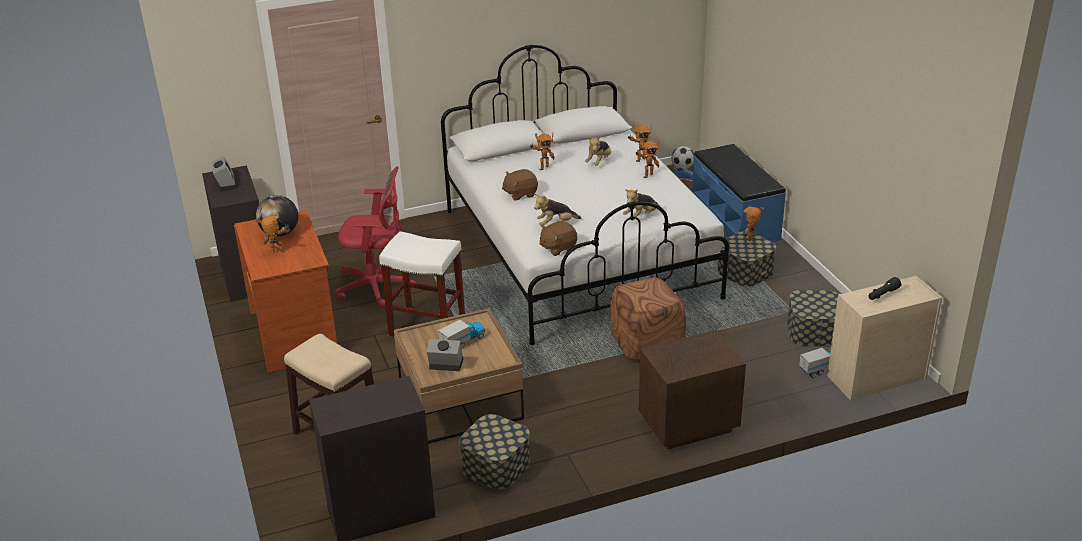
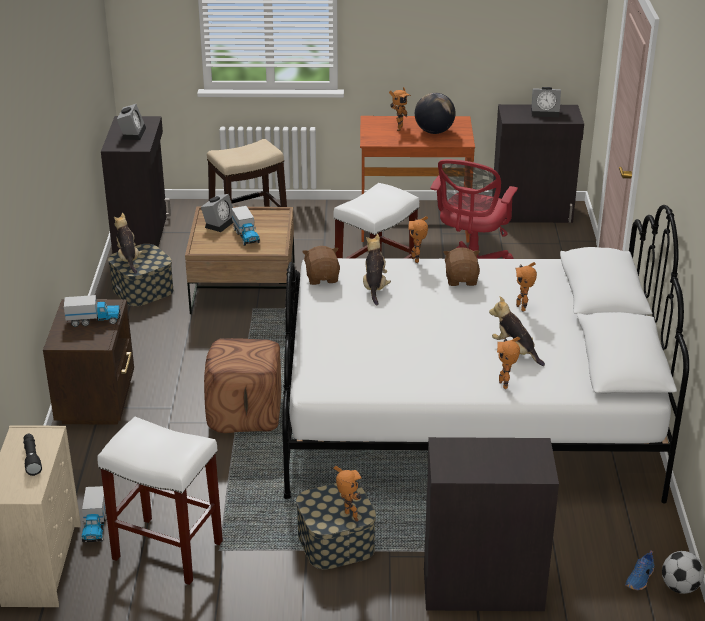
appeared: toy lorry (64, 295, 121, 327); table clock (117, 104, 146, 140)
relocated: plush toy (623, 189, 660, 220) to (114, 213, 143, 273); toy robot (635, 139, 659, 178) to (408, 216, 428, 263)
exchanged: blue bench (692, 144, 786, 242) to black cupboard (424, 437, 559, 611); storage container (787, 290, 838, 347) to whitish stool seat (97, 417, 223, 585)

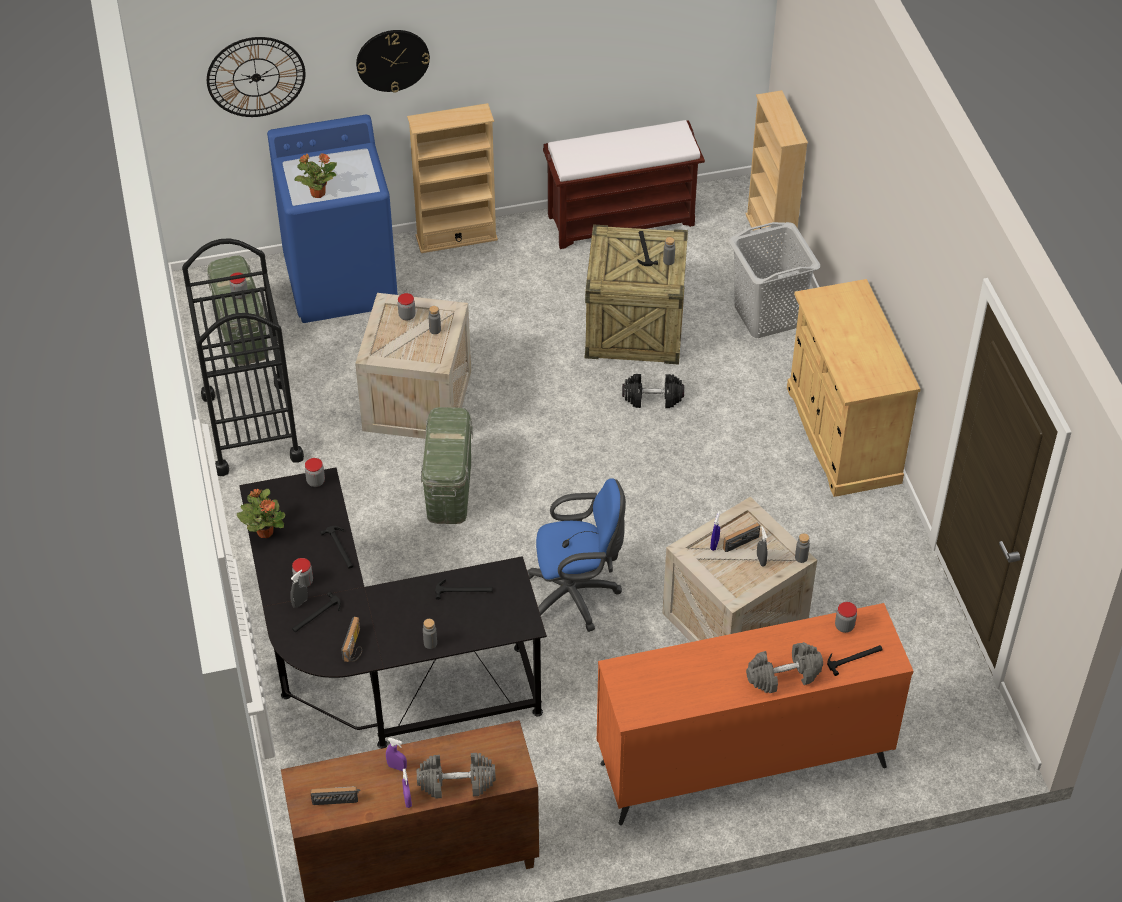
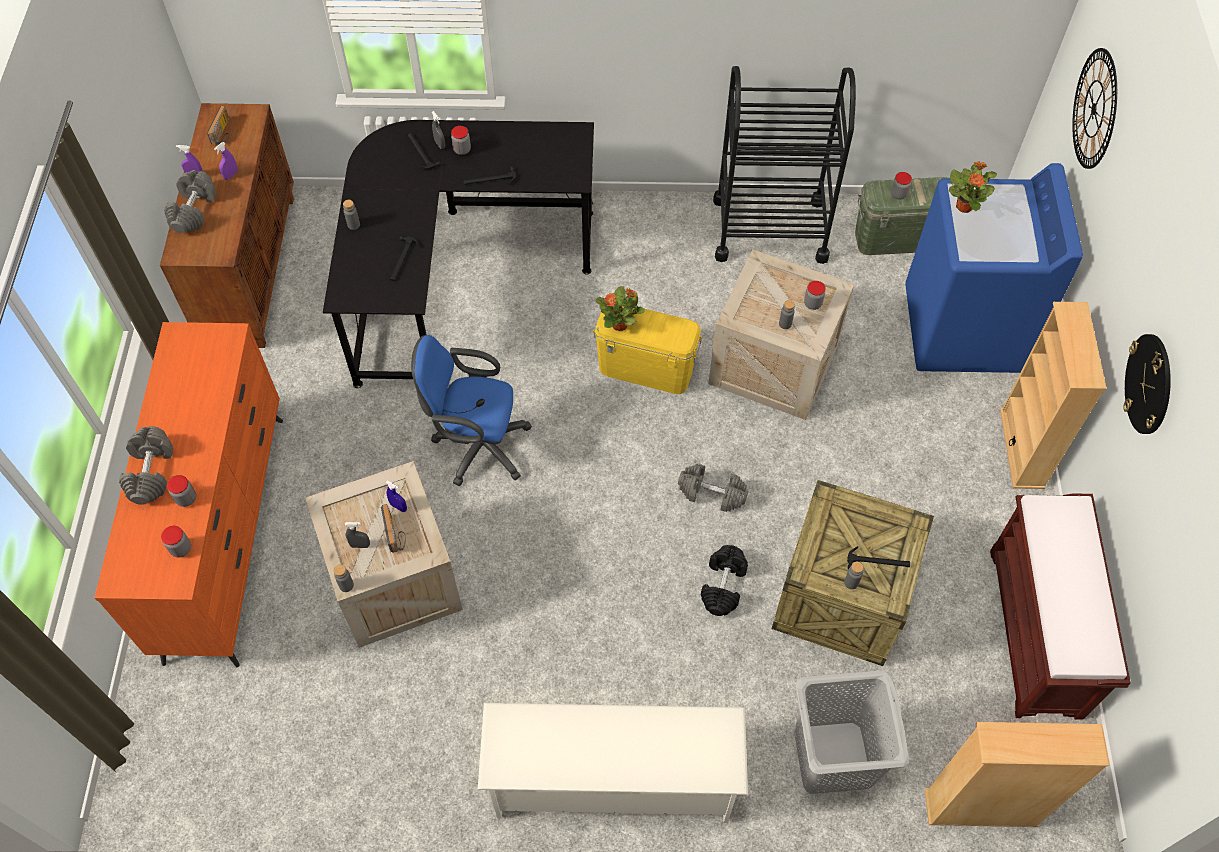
missing: radio (341, 617, 362, 662); tool hammer (827, 645, 883, 676)
appeared: gray free weight (678, 464, 748, 512)
relocated: houseplant (237, 489, 285, 538) to (595, 286, 645, 331); storage jar (305, 458, 325, 487) to (167, 475, 196, 507); wall clock (356, 30, 430, 93) to (1123, 334, 1171, 434)
exchanged: sand-coloured cupboard (787, 279, 921, 497) to whitish shoe shelf (478, 703, 748, 823)
colour: green storage container (421, 407, 473, 524) to yellow storage container (593, 306, 703, 394)
spun: blue desk chair (527, 478, 626, 632) = (411, 335, 532, 486) 90 degrees clockwise

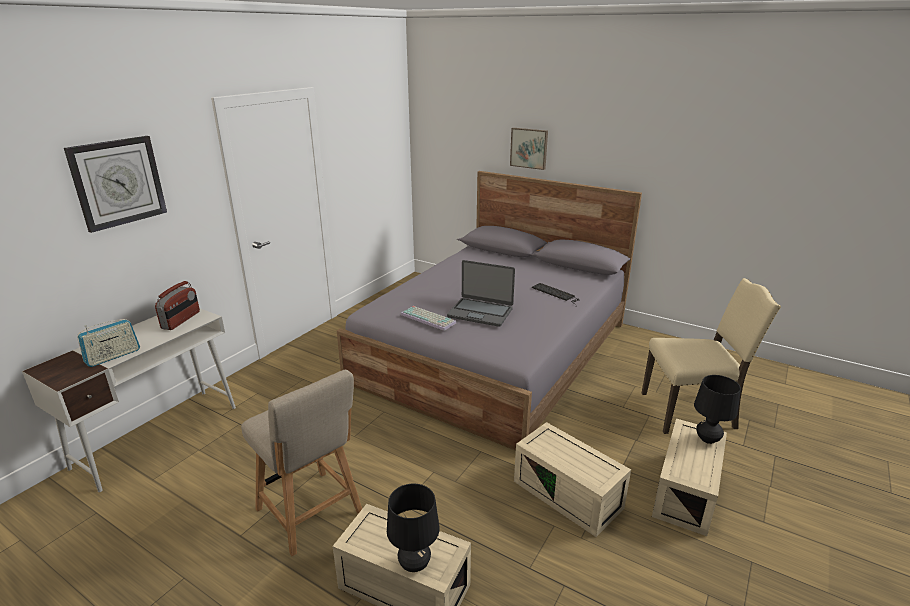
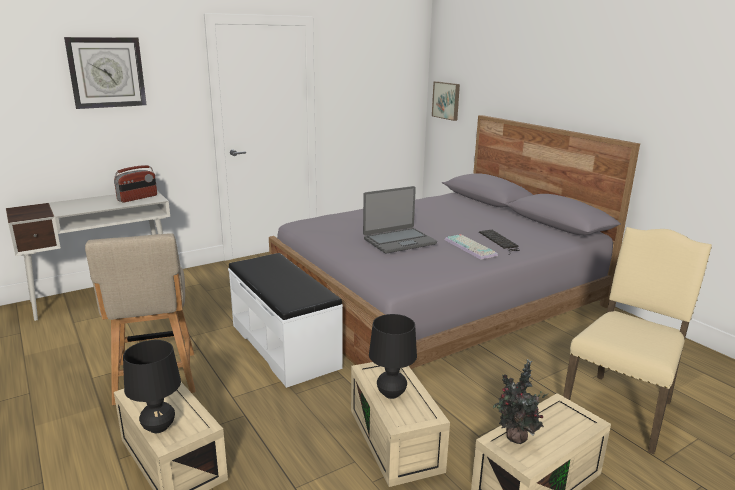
missing: radio (77, 319, 140, 367)
appeared: whitish bench (228, 253, 343, 388); houseplant (493, 359, 549, 444)
relocated: keyboard (401, 306, 456, 331) to (445, 234, 498, 259); wall picture (510, 128, 548, 170) to (432, 81, 460, 121); black lamp for a table (694, 375, 741, 444) to (369, 314, 417, 399)
spun: laptop (447, 260, 515, 327) = (363, 186, 437, 253) 75 degrees counterclockwise; sand-coloured chair (642, 278, 781, 434) = (563, 227, 712, 454) 75 degrees counterclockwise

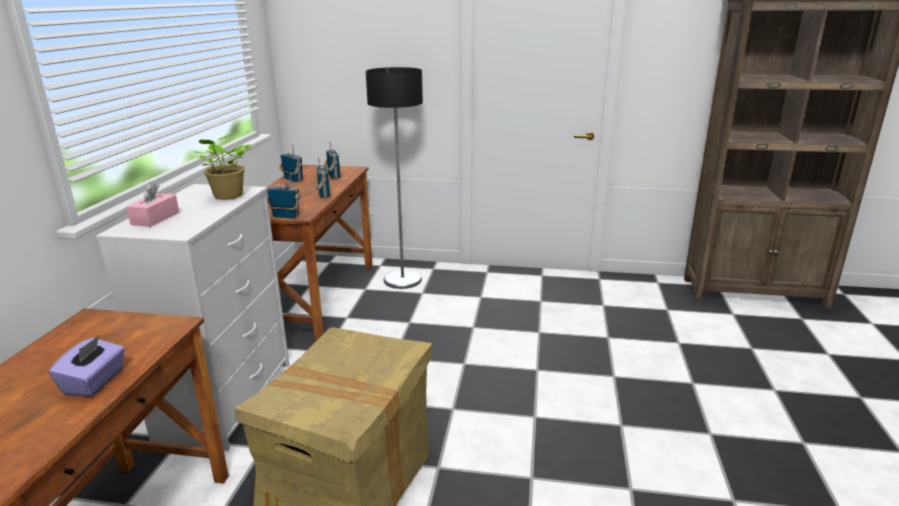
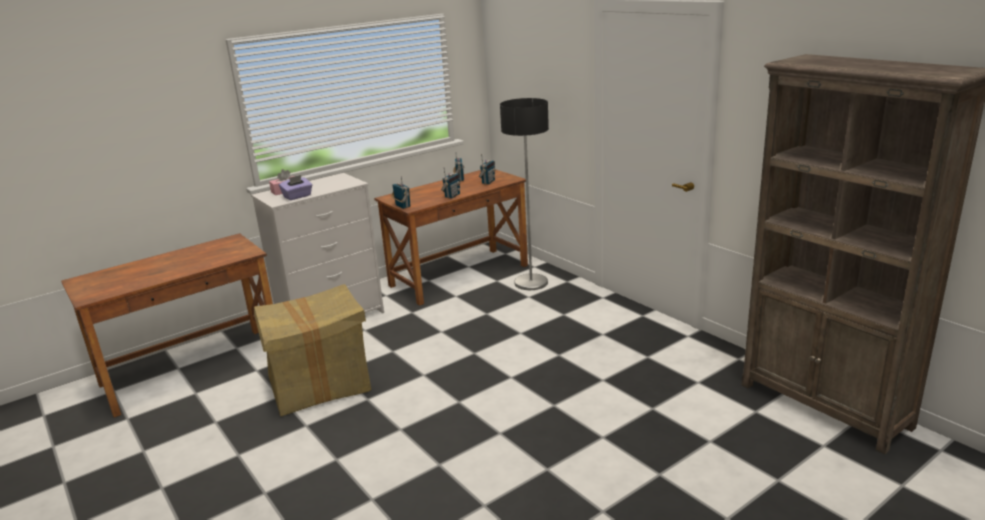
missing: houseplant (192, 135, 251, 200)
relocated: purple-coloured tissue box (49, 336, 125, 397) to (279, 175, 312, 200)

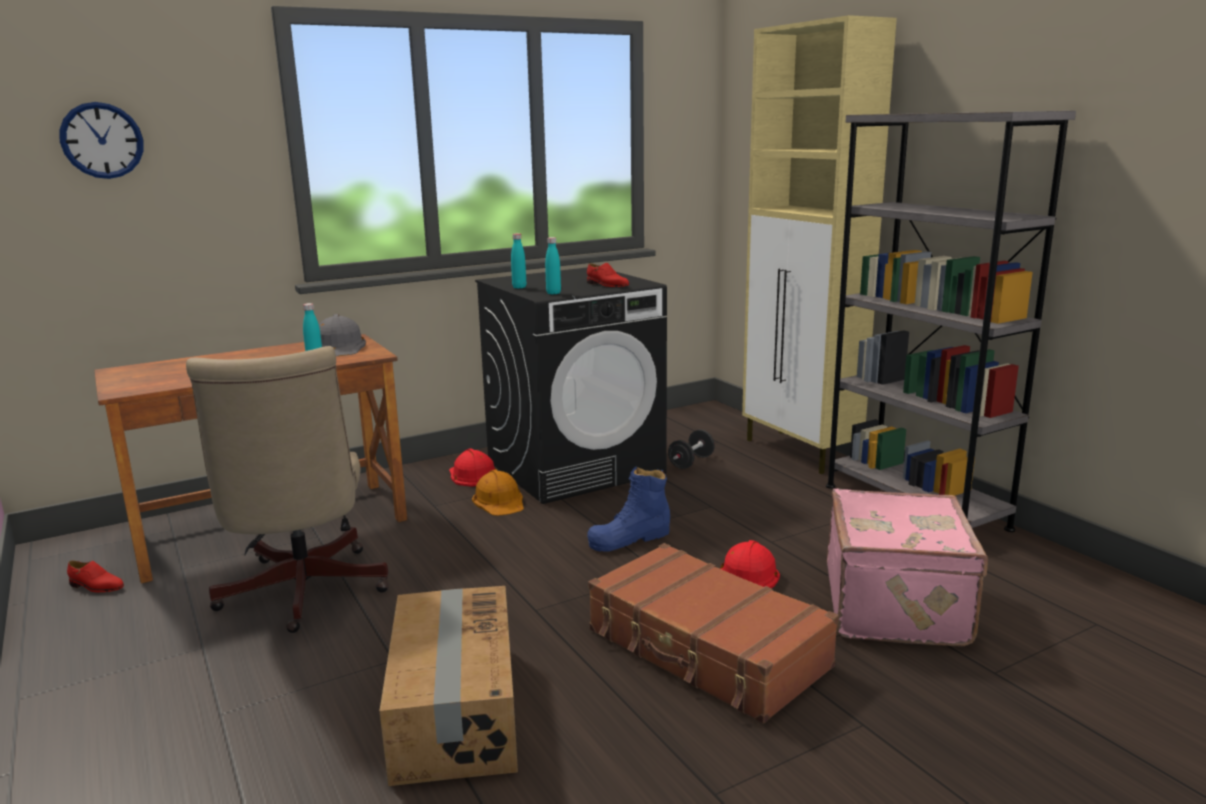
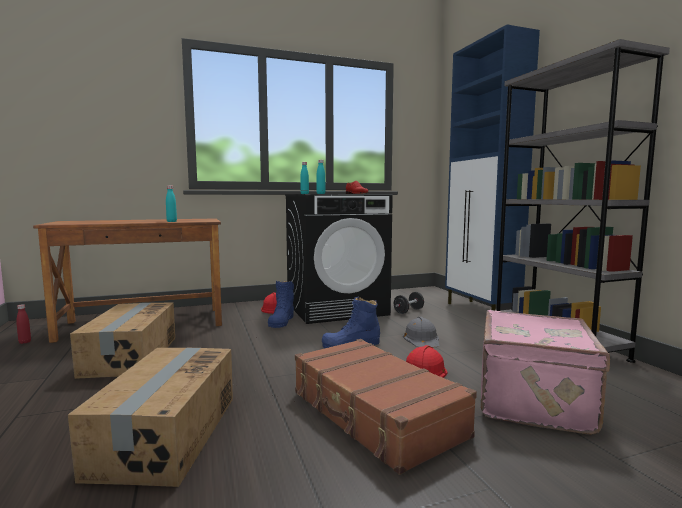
missing: wall clock (59, 102, 143, 179)
relocated: gray safety helmet (319, 314, 366, 356) to (403, 317, 440, 348)
exchanged: reddish shoe (67, 561, 124, 592) to reddish beverage bottle (16, 304, 31, 344); sand-coloured desk chair (186, 346, 389, 633) to cardboard box (70, 303, 175, 379); orange safety helmet (472, 469, 524, 516) to blue high-top boot (268, 281, 294, 328)
colour: sand-coloured cupboard (742, 15, 897, 474) to blue cupboard (445, 25, 540, 310)

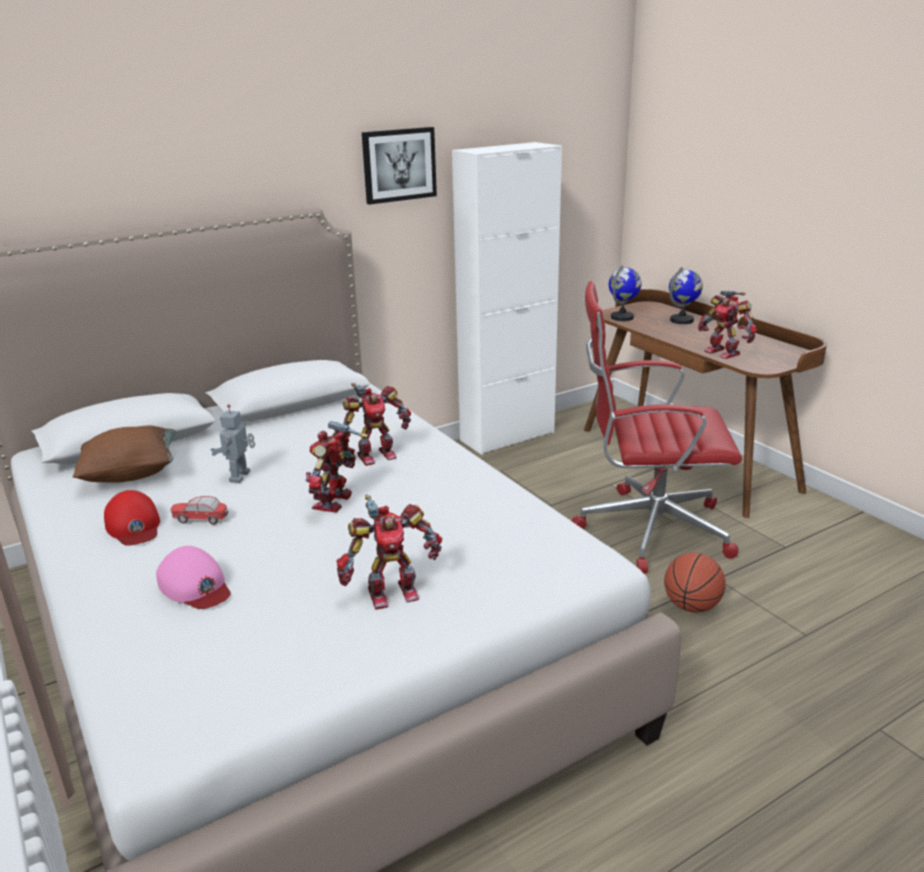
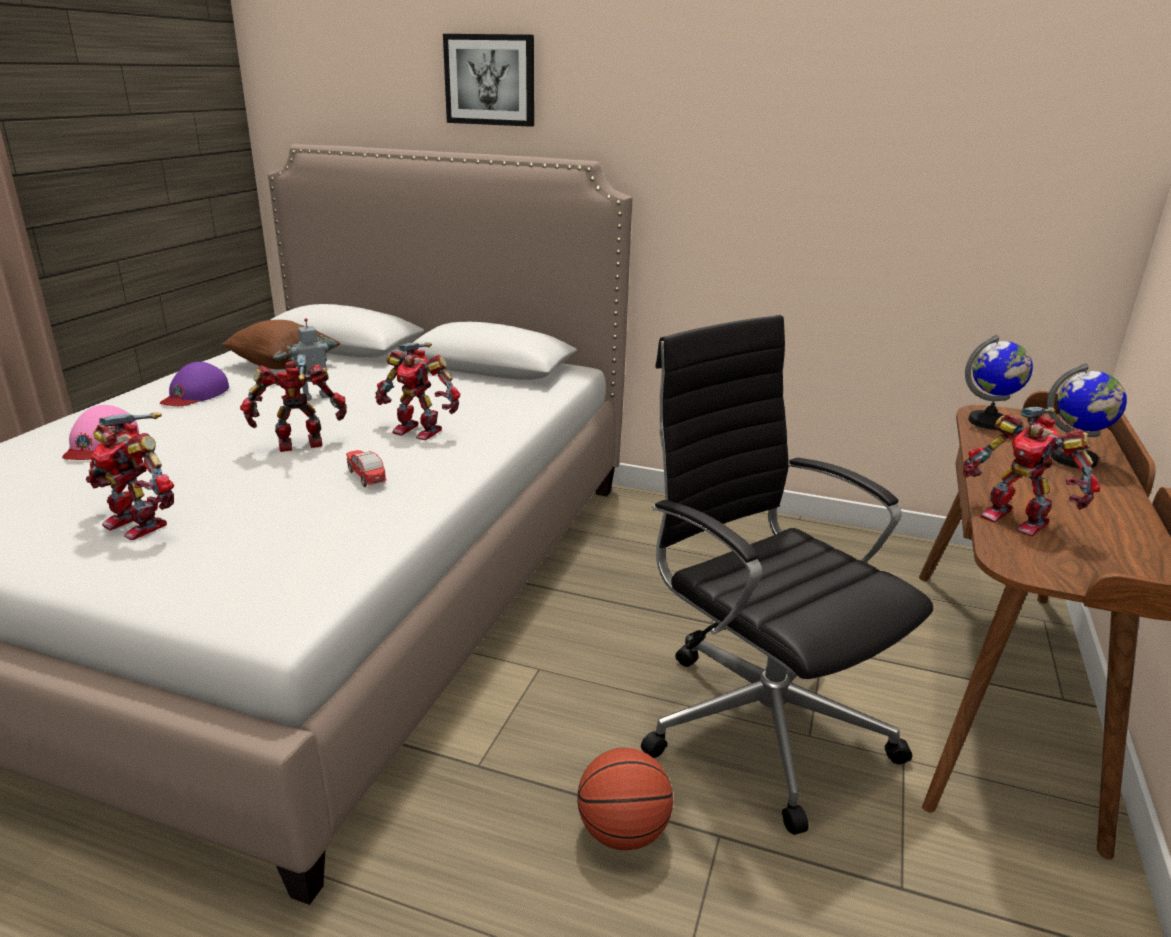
missing: whitish cupboard (452, 142, 562, 455)
relocated: miniature car (170, 496, 228, 525) to (346, 450, 387, 487); wall picture (362, 127, 437, 205) to (443, 34, 534, 127)
colour: reddish cap (104, 490, 160, 546) to purple-coloured cap (160, 362, 229, 406); reddish desk chair (571, 281, 742, 573) to black desk chair (641, 315, 933, 835)
spun: toy robot (698, 291, 757, 359) = (963, 407, 1100, 536) 60 degrees counterclockwise

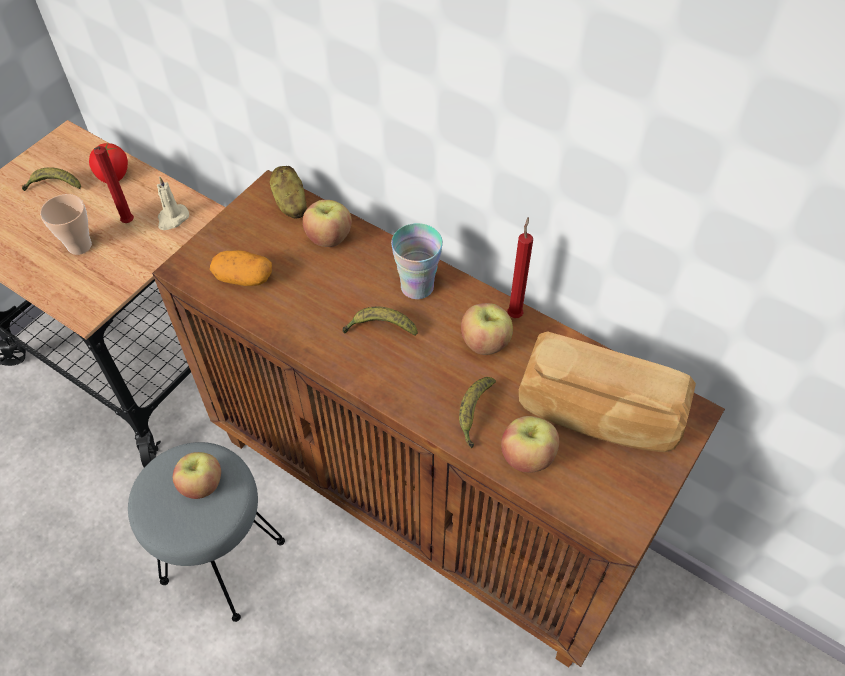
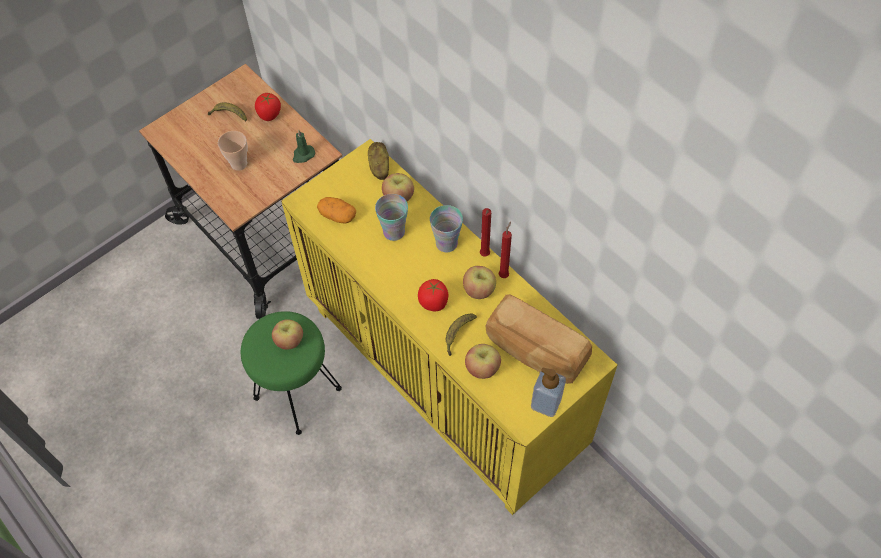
missing: banana (342, 306, 418, 336)
appeared: cup (375, 194, 408, 241); fresh tomato (418, 279, 448, 311); liquid soap bottle (531, 368, 566, 417)
relocated: reddish wax candle (94, 146, 134, 223) to (480, 208, 491, 256)
colour: gray stool seat (128, 442, 285, 622) to green stool seat (241, 311, 342, 435); brownish cupboard (152, 170, 725, 667) to yellow cupboard (281, 139, 617, 515); sand-coloured wax candle (157, 176, 189, 230) to green wax candle (293, 130, 315, 163)

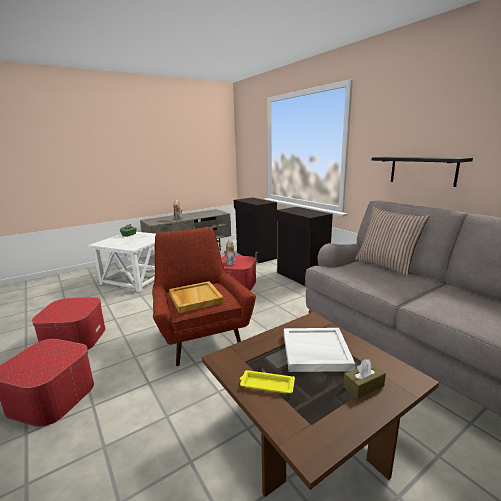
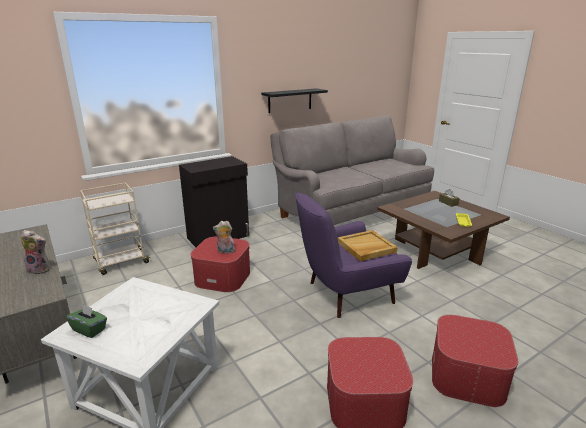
missing: whitish tray (284, 328, 355, 372); throw pillow (355, 207, 430, 277)
exchanged: black cupboard (234, 197, 277, 263) to sand-coloured cart (80, 182, 151, 275)
colour: reddish easy chair (152, 227, 256, 366) to purple-coloured easy chair (295, 193, 412, 318)

